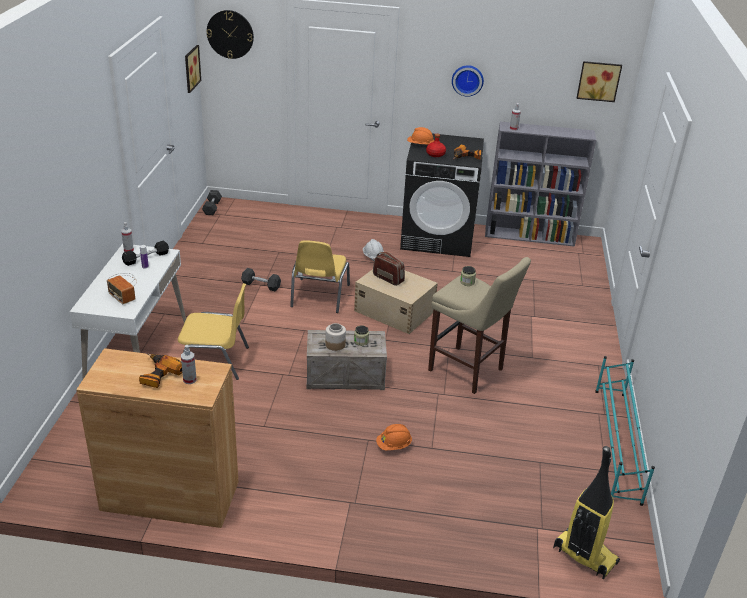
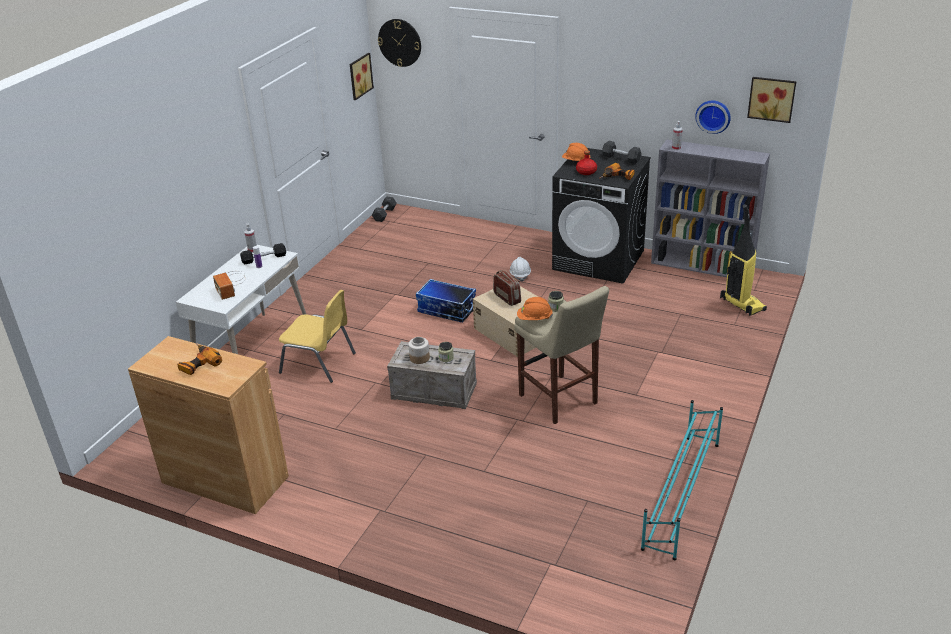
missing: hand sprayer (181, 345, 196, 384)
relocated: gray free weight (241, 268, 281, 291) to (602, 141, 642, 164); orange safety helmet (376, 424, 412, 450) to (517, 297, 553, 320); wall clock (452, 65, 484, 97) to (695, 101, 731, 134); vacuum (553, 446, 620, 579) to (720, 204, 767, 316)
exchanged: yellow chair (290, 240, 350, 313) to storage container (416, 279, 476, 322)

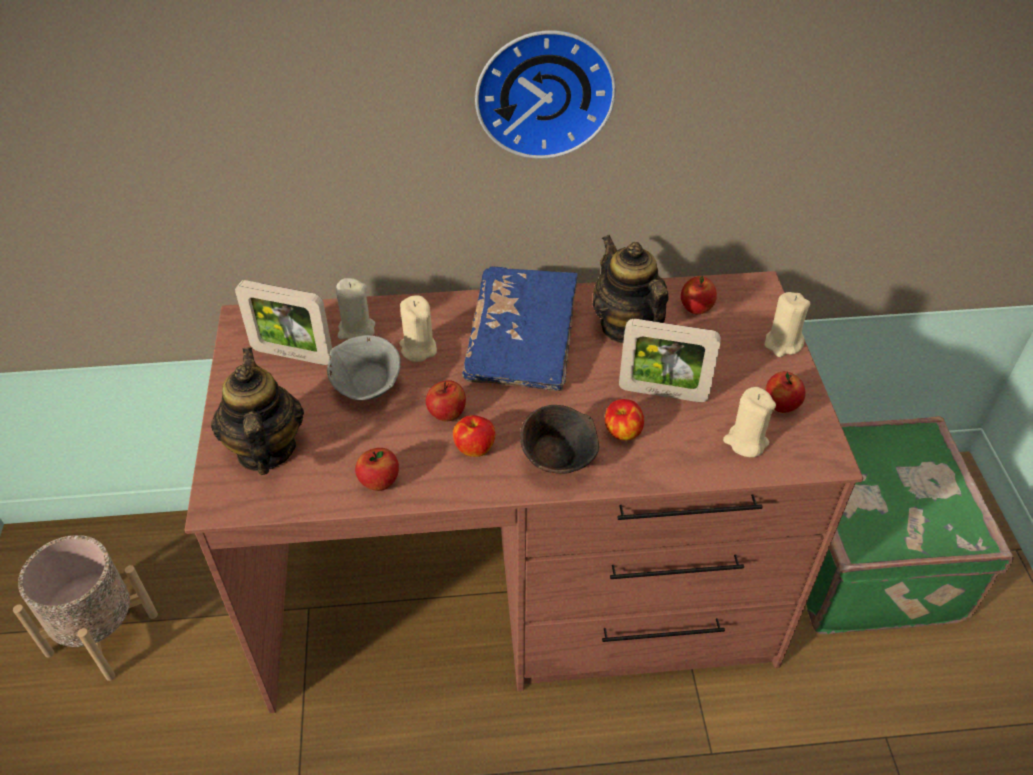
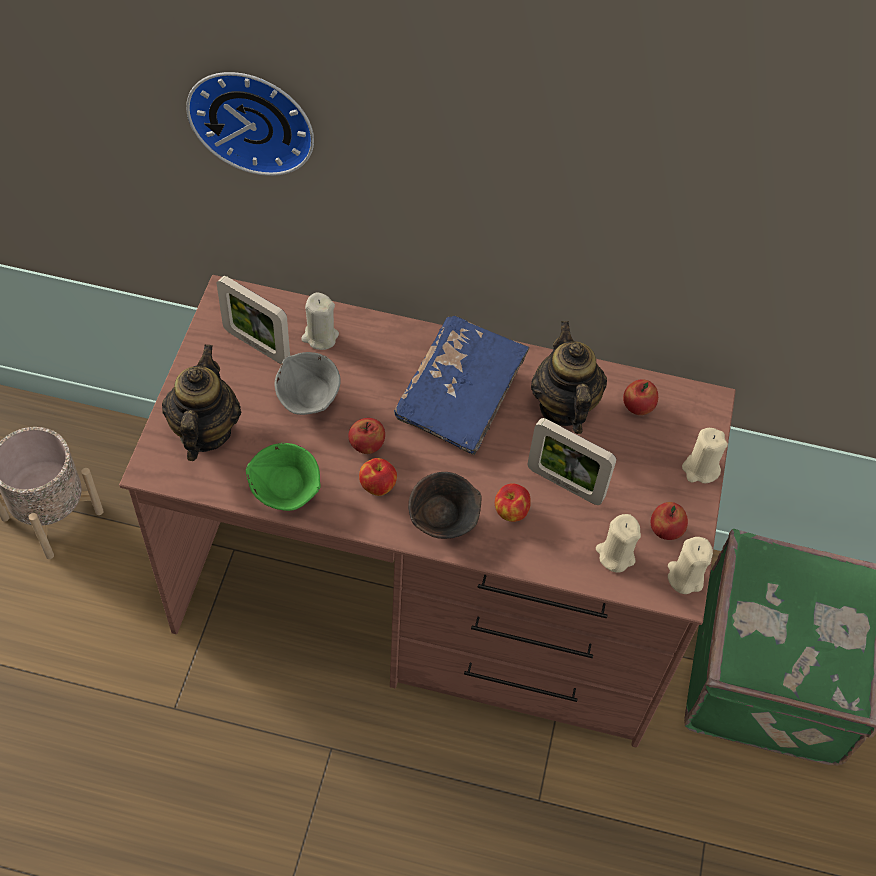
relocated: sand-coloured wax candle (399, 295, 437, 362) to (668, 537, 713, 594); wall clock (475, 30, 616, 159) to (186, 72, 314, 176)
exchanged: whole apple (355, 448, 399, 491) to green deep dish (246, 443, 321, 511)

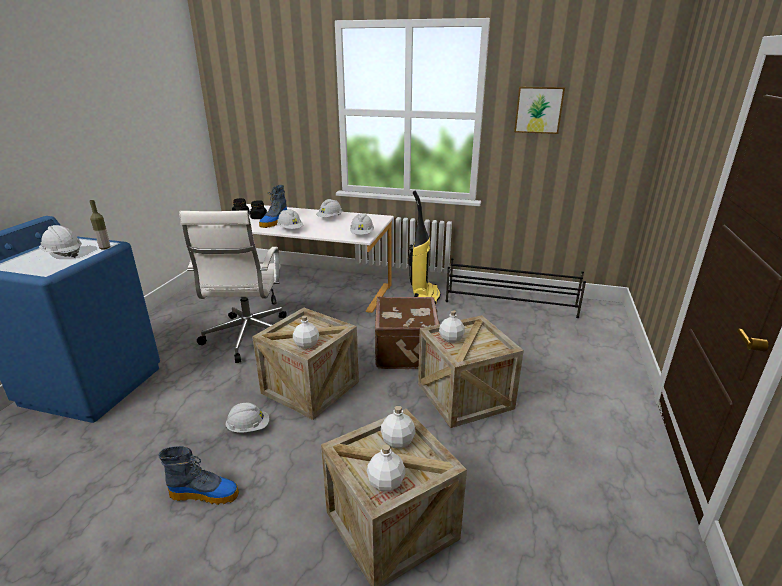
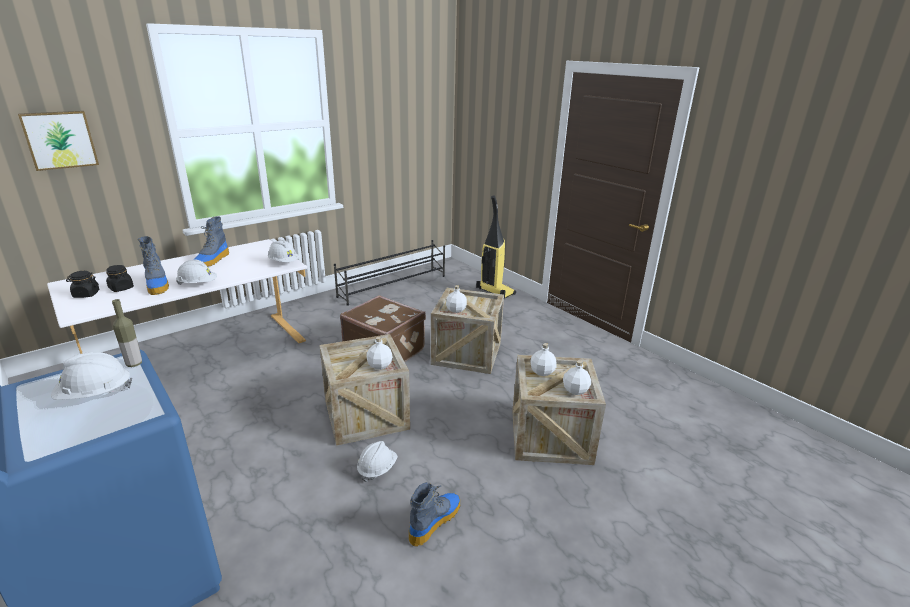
missing: whitish desk chair (179, 210, 287, 363)
relocated: vacuum (408, 190, 441, 305) to (476, 195, 516, 298); wall picture (514, 86, 565, 134) to (18, 111, 99, 171)
exchanged: whitish safety helmet (316, 199, 343, 217) to high-top boot (193, 216, 229, 267)

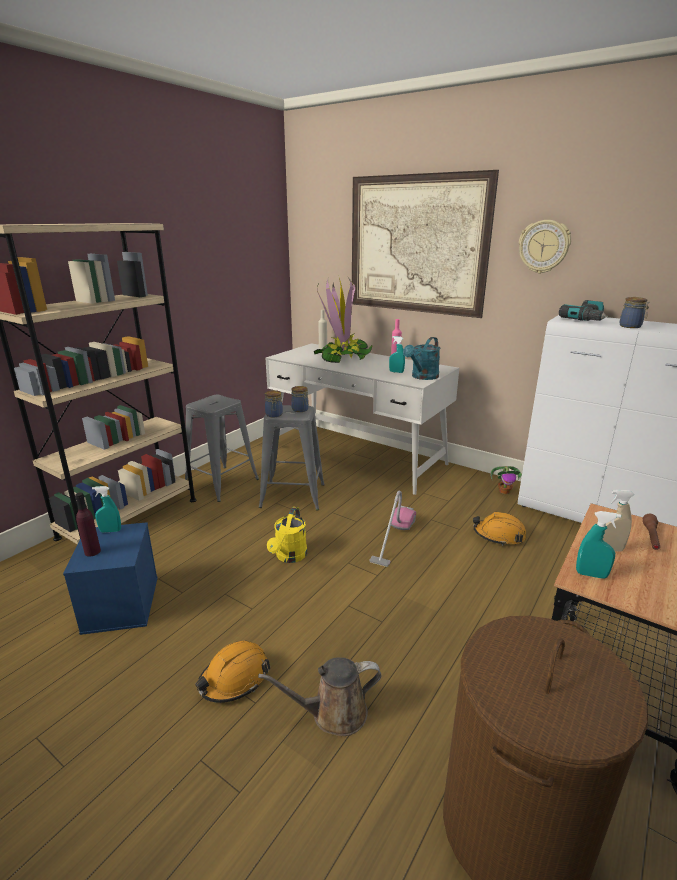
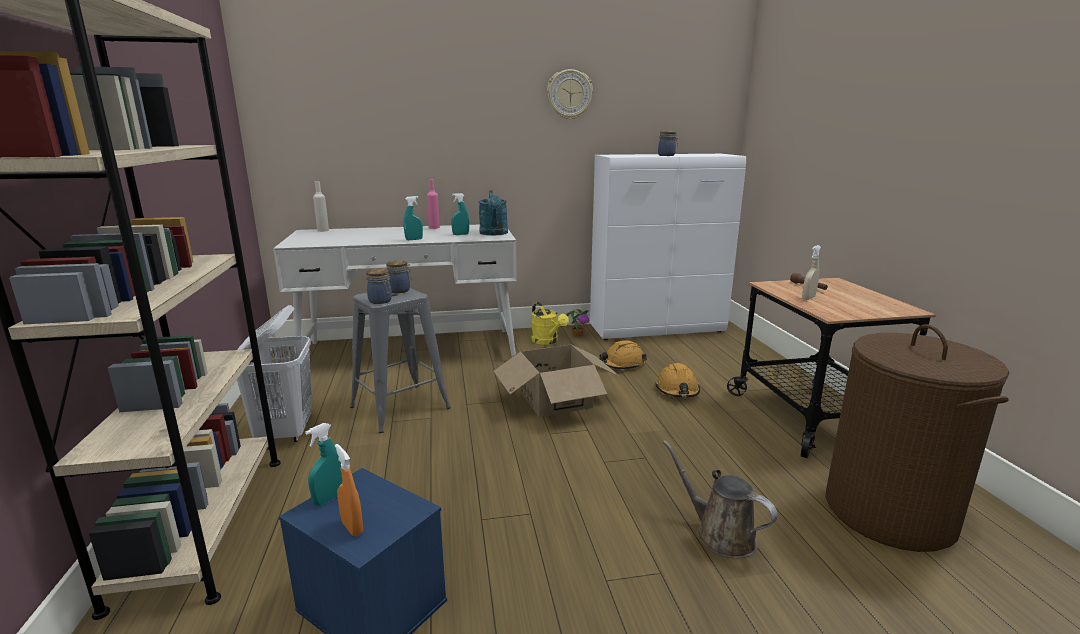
missing: houseplant (314, 276, 372, 363); wall picture (352, 170, 499, 318); electric drill (559, 300, 608, 321)
relocated: orange safety helmet (195, 641, 270, 703) to (655, 363, 700, 397); yellow watering can (267, 507, 307, 563) to (532, 302, 569, 345); blue-green hand sprayer (576, 511, 621, 579) to (404, 196, 423, 240)
exchanged: purple-coloured beverage bottle (75, 492, 101, 557) to orange hand sprayer (335, 444, 363, 536); gray stool seat (185, 395, 259, 502) to whitish hamper (237, 305, 312, 442); vacuum (369, 491, 416, 567) to cardboard box (494, 344, 620, 417)
spun: brownish watering can (258, 657, 381, 736) = (663, 440, 778, 558) 105 degrees clockwise

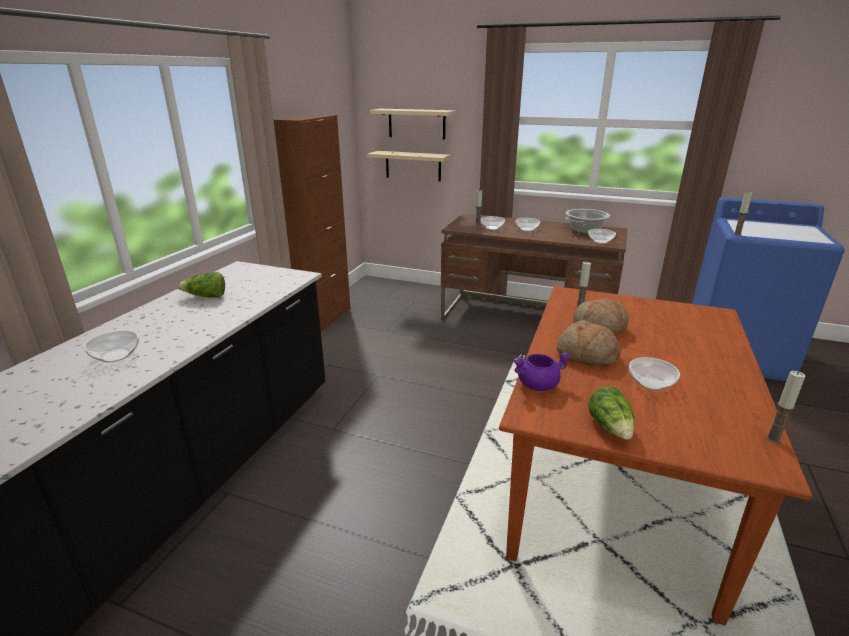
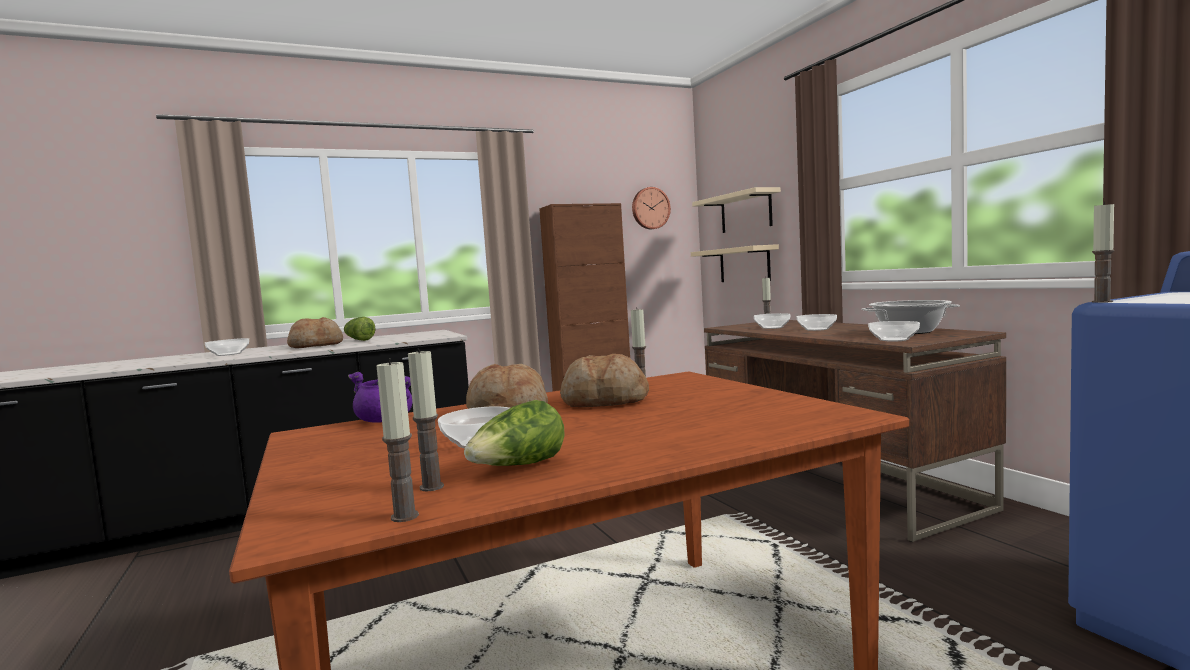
appeared: baked bread (287, 317, 343, 348); wax candle (408, 348, 444, 492); wall clock (632, 187, 671, 229)
relocated: head of lettuce (588, 387, 635, 440) to (464, 400, 565, 466)

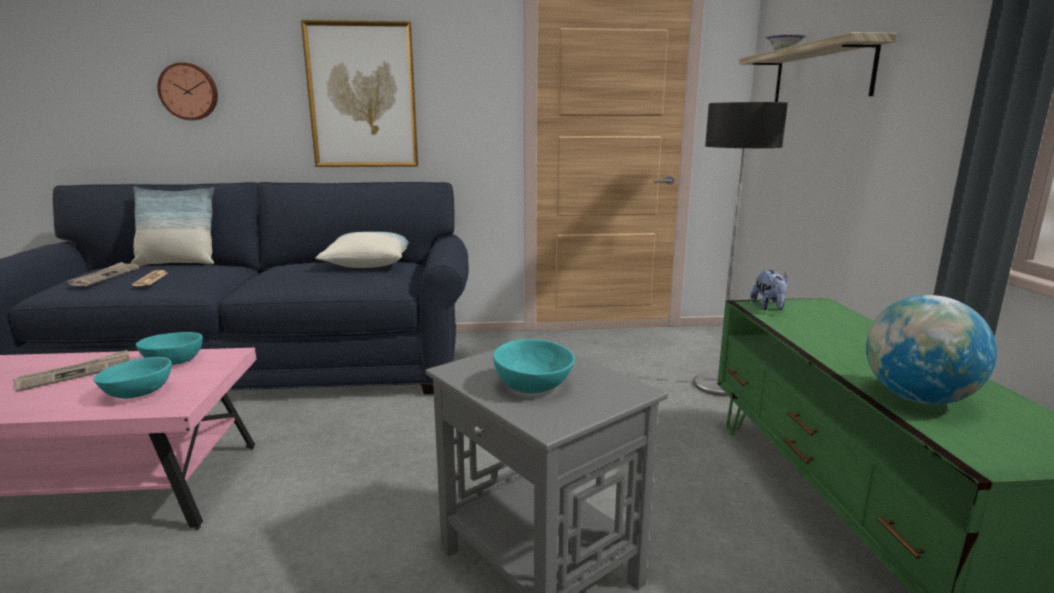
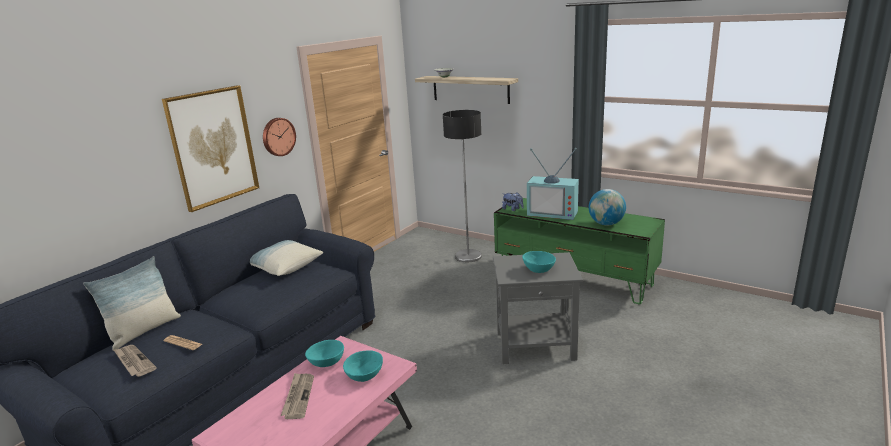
appeared: television (527, 148, 579, 220)
relocated: wall clock (157, 62, 218, 120) to (263, 118, 296, 156)

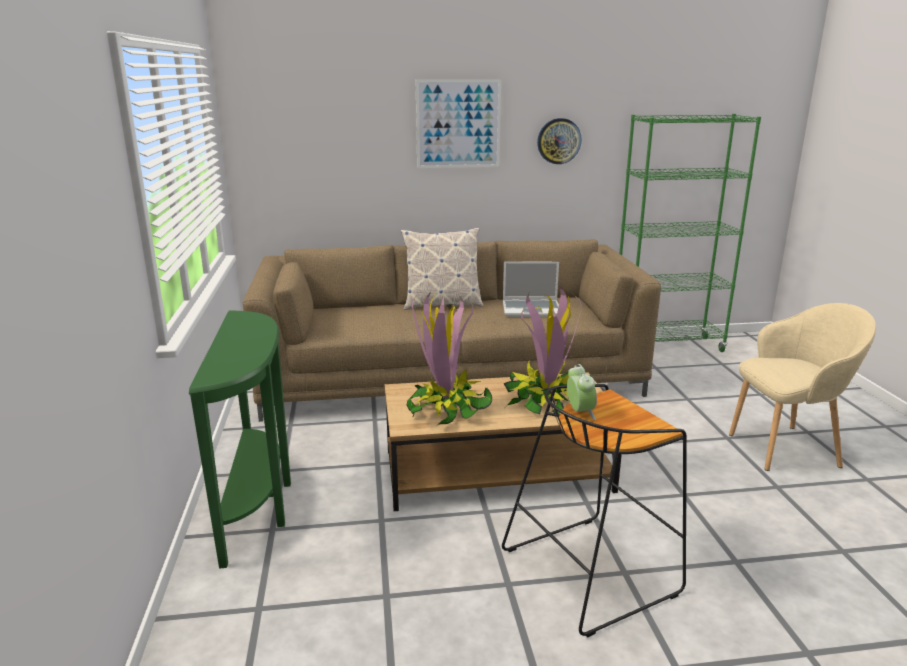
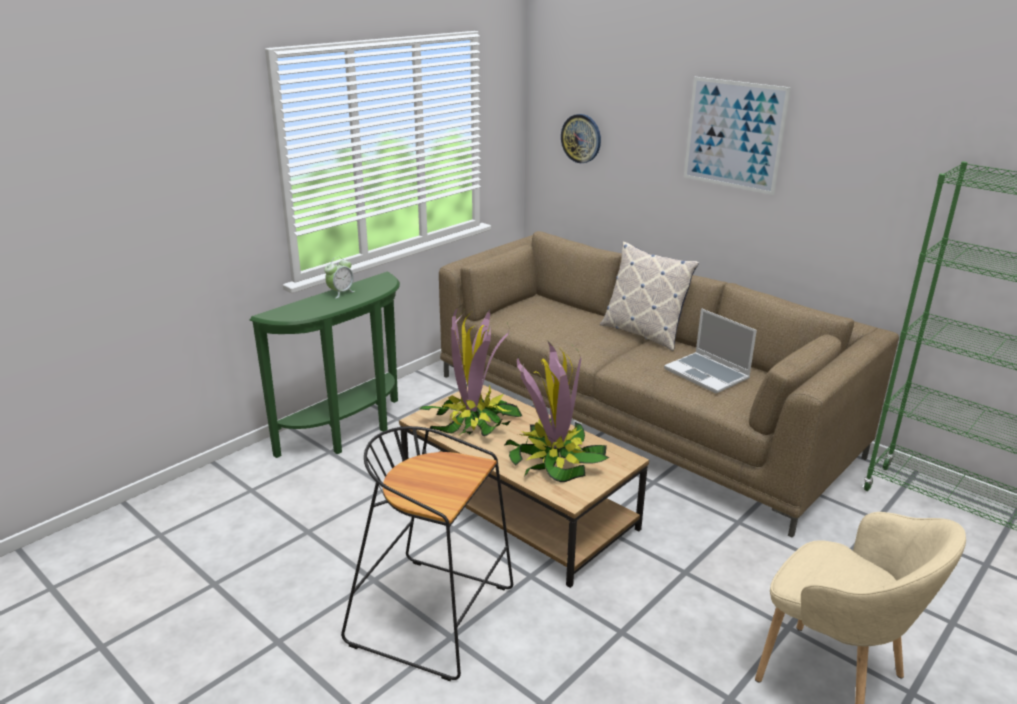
relocated: wall clock (537, 118, 581, 164) to (561, 114, 601, 163); table clock (567, 364, 597, 420) to (324, 257, 355, 299)

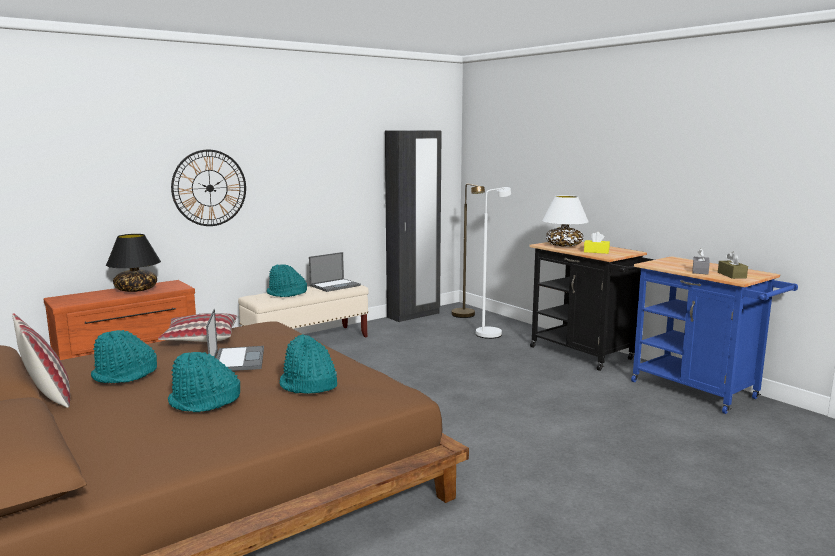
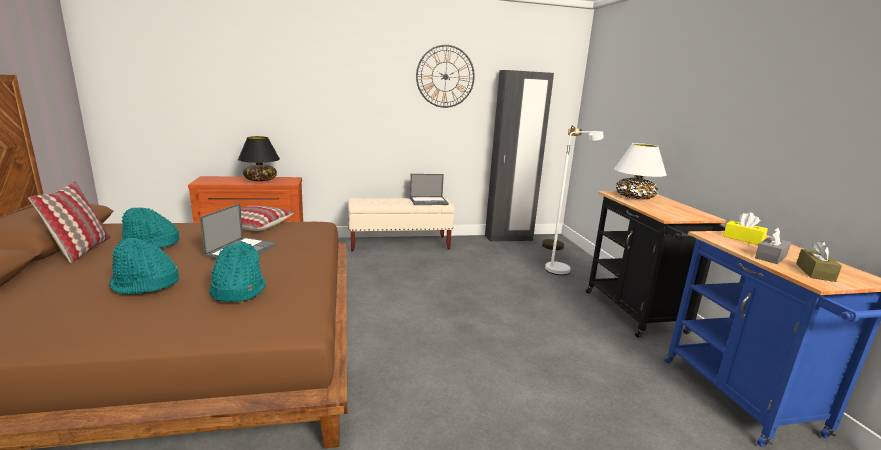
missing: blue-green wearable hat (267, 264, 307, 297)
relocated: wall clock (171, 149, 246, 226) to (416, 45, 475, 108); yellow tissue box (584, 232, 610, 254) to (723, 212, 768, 245)

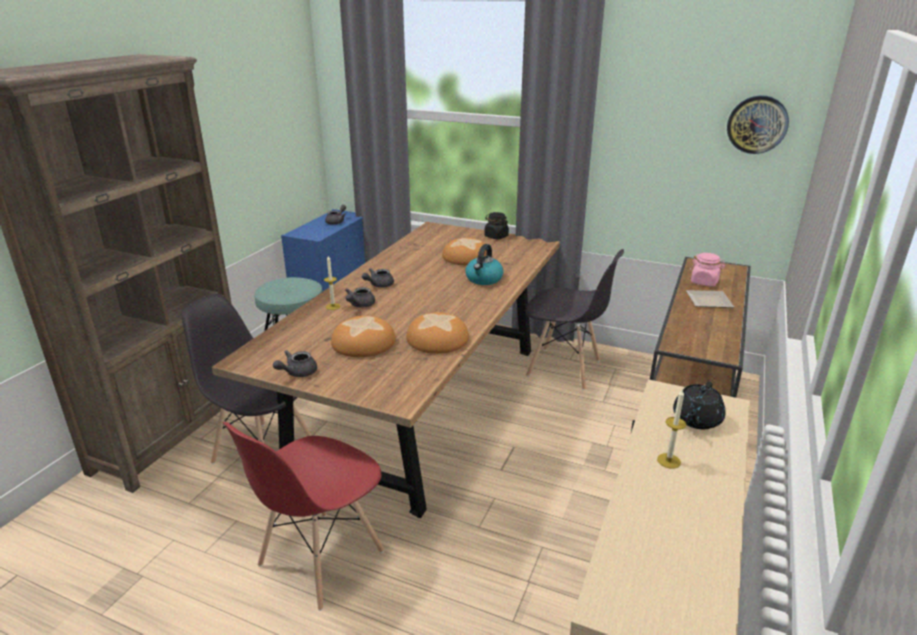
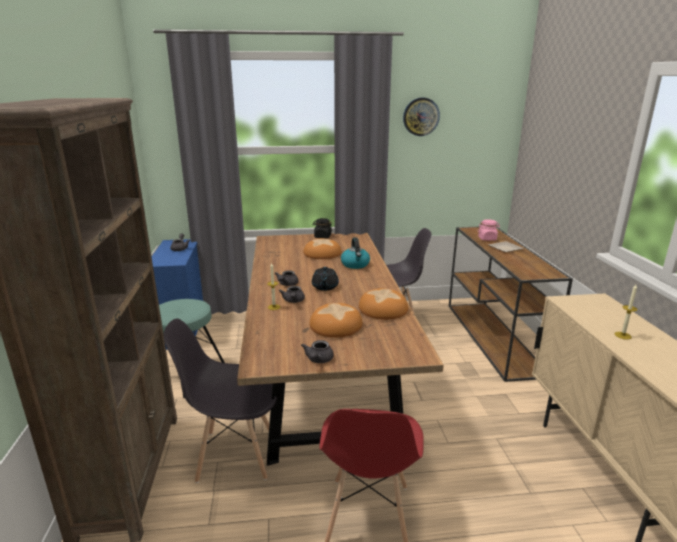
relocated: black teapot (673, 382, 725, 429) to (312, 267, 339, 291); wall clock (727, 95, 789, 154) to (403, 98, 440, 136)

